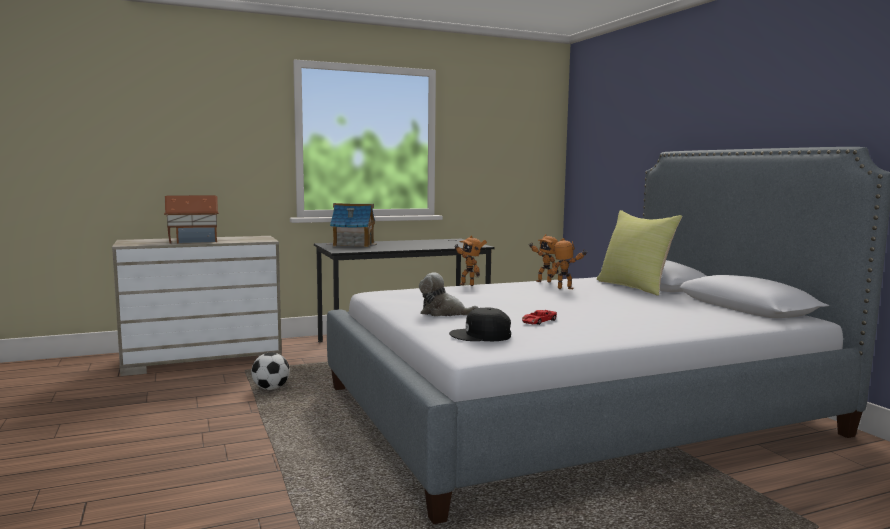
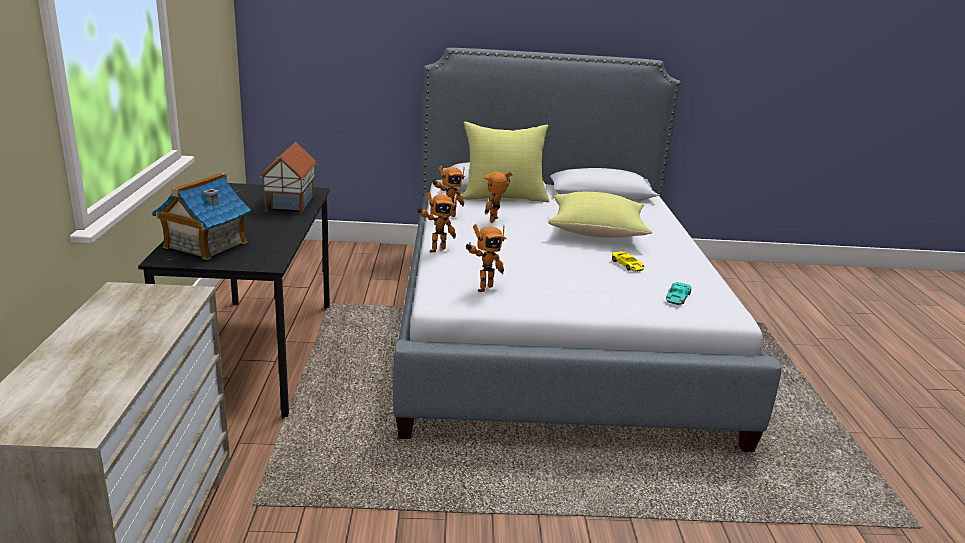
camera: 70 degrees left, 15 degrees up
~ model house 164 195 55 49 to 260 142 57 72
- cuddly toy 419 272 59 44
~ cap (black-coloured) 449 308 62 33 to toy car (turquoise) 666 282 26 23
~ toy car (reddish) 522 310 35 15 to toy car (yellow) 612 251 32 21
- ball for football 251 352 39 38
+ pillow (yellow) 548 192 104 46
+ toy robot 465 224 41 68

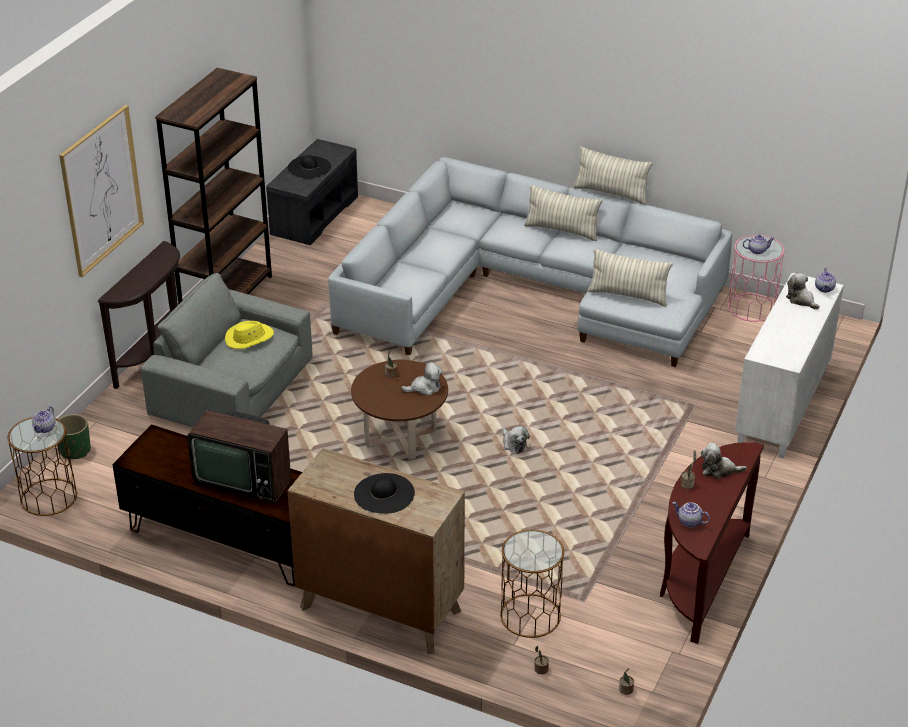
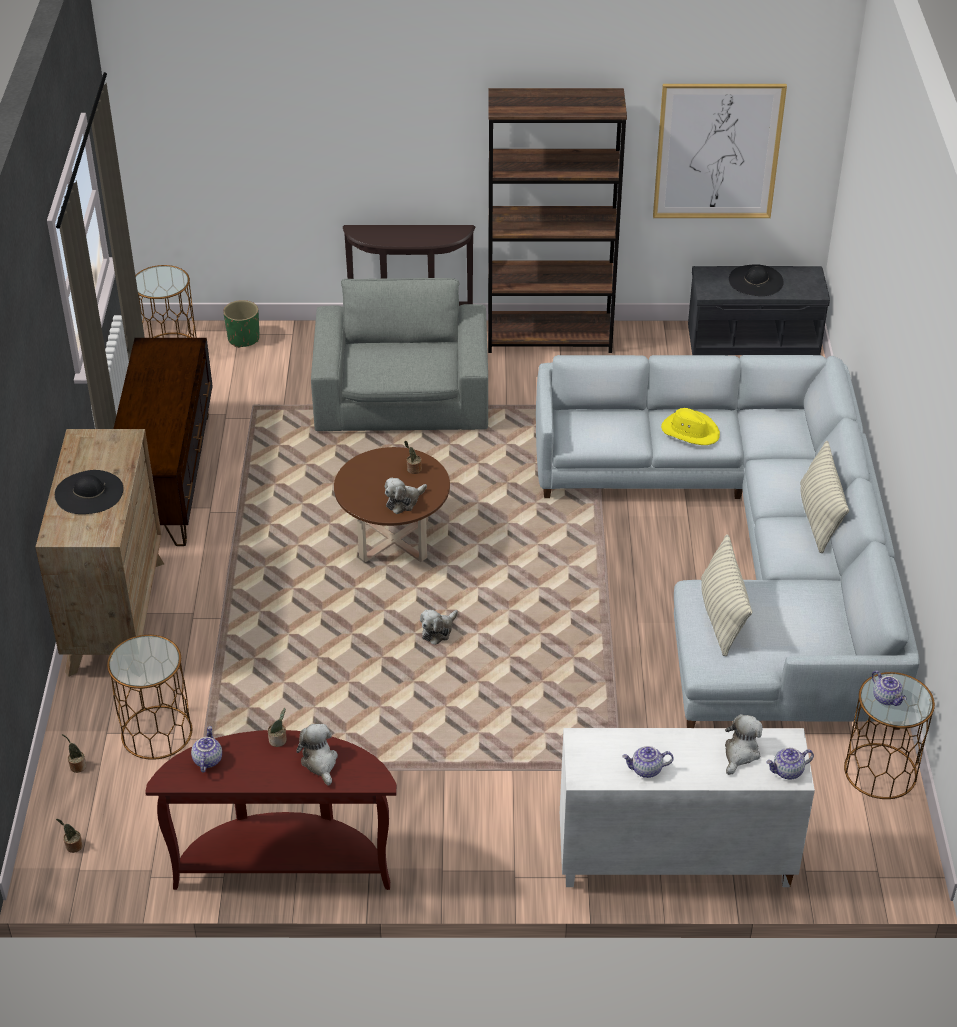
camera: 65 degrees right, 5 degrees up
~ picture 59 105 85 172 to 653 84 134 134
- pillow 573 147 80 58
~ accent table (pink) 728 235 57 87 to accent table (brown) 844 672 91 127
~ wearable hat (yellow) 225 321 49 28 to 661 408 59 37
~ cuddly toy 401 362 42 34 = 385 478 42 36 90 degrees clockwise
~ pot for tea 32 406 23 27 to 622 746 52 32
- TV 187 410 104 93

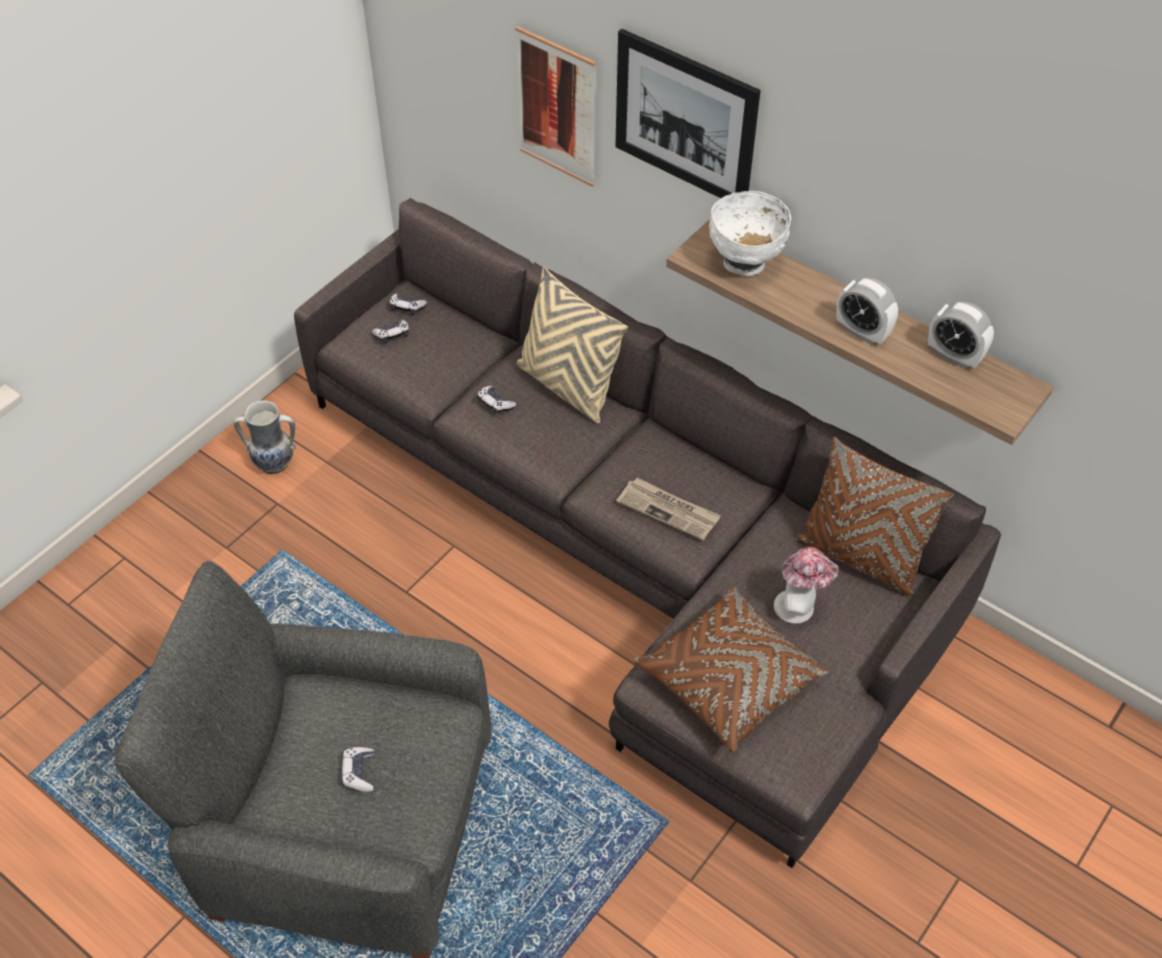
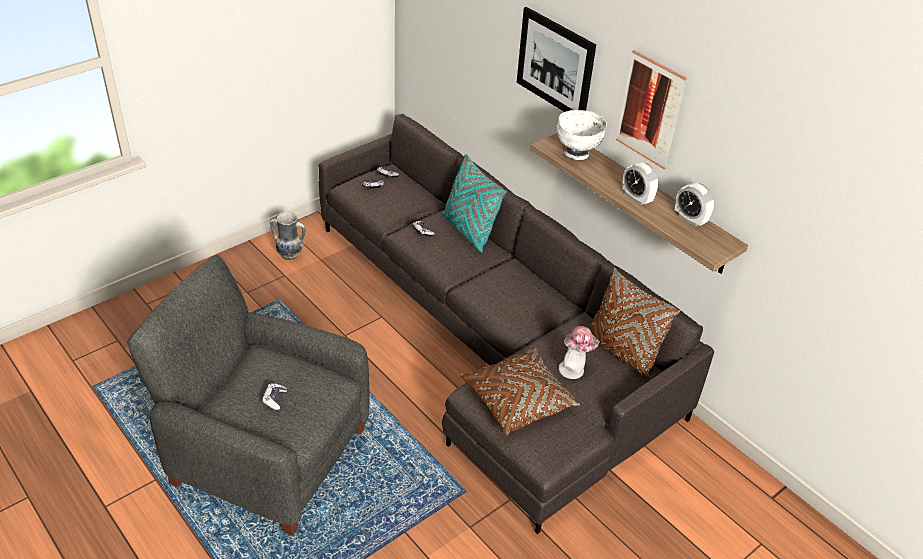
camera: 10 degrees right, 10 degrees down
~ picture 515 26 81 161 to 616 50 71 120
~ pillow (beige-coloured) 516 267 112 156 to pillow (turquoise) 442 154 65 99
- printed paper 616 478 105 63

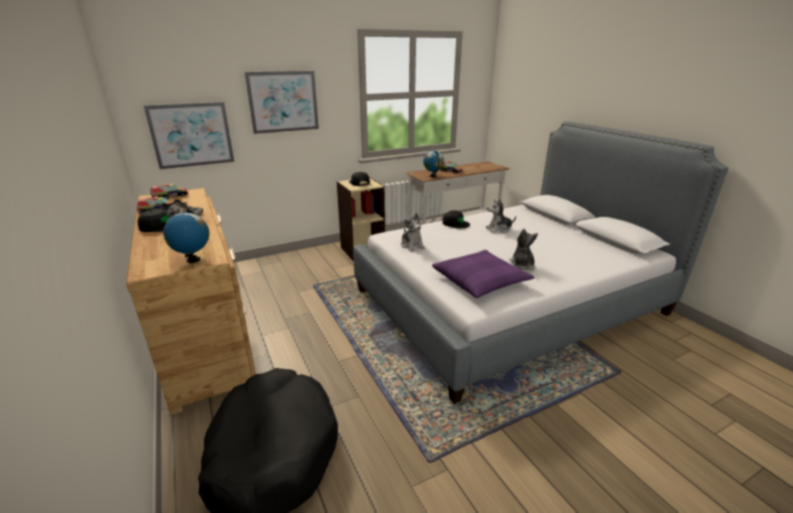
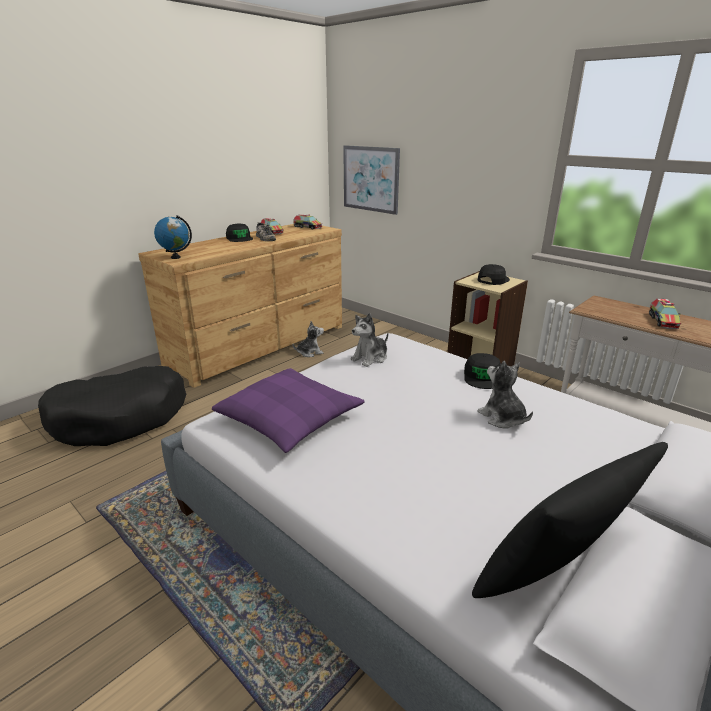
camera: 70 degrees right, 0 degrees up
- picture 245 71 74 63
- world globe 423 150 21 27
~ cuddly toy 510 229 28 41 to 292 321 32 36
+ pillow (black-coloured) 472 442 196 156

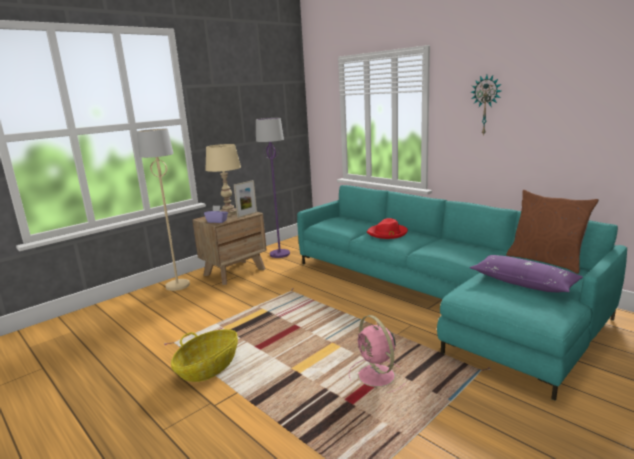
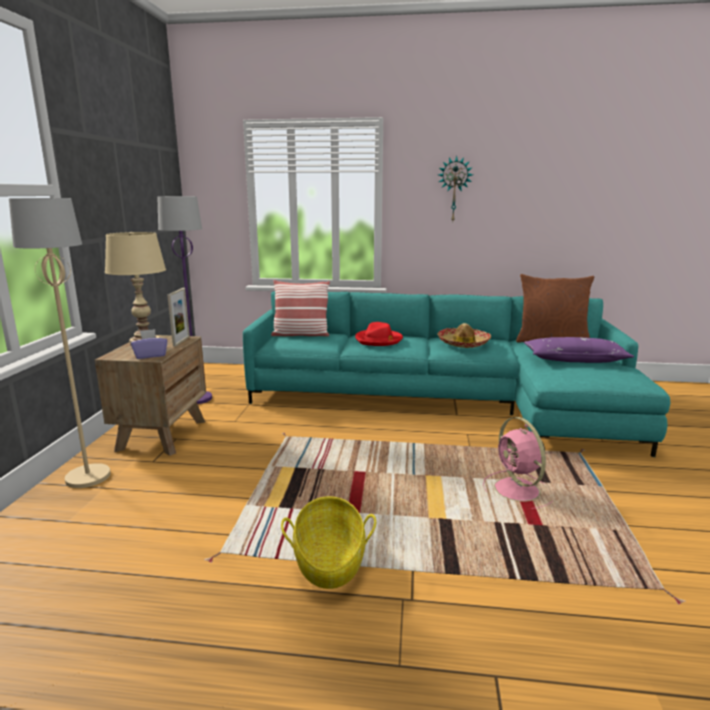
camera: 40 degrees left, 0 degrees up
~ electric fan (pink) 349 315 54 78 = 483 417 70 92 45 degrees clockwise
+ pillow 271 280 59 56
+ wearable hat 437 323 54 25

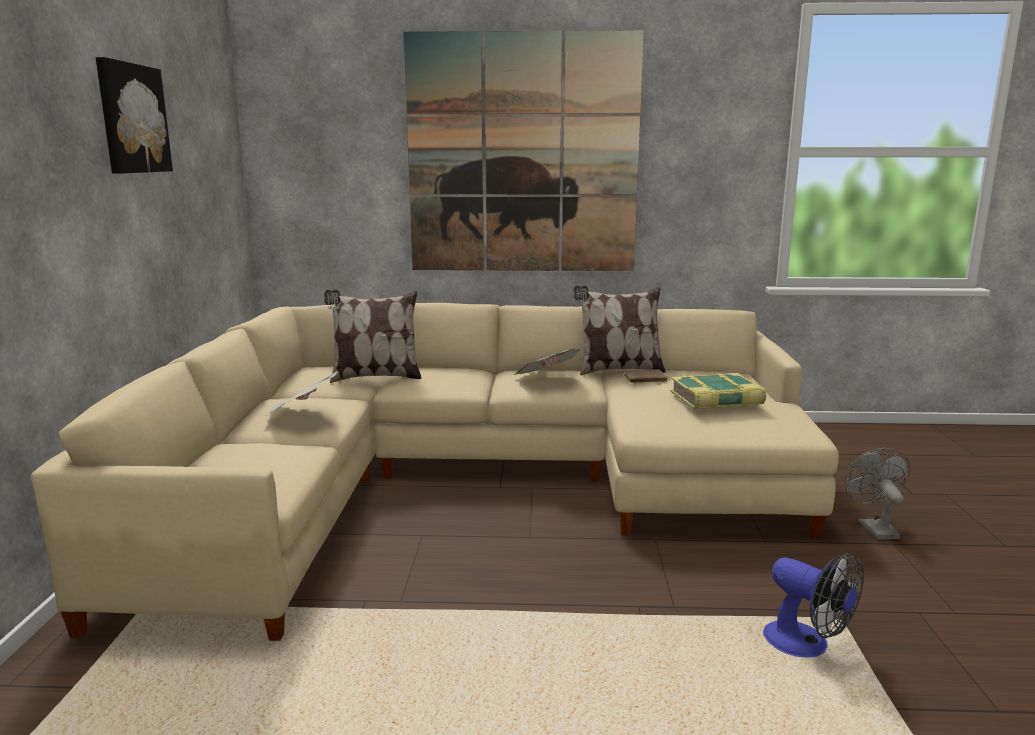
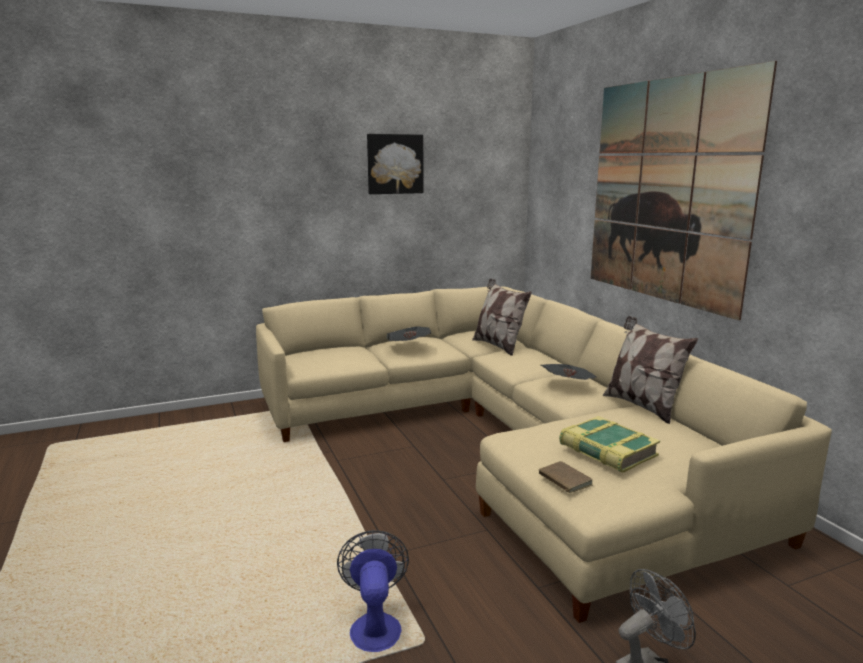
camera: 65 degrees right, 0 degrees up
~ bound book (brown) 624 369 46 14 to 539 461 54 32
~ electric fan 763 553 101 105 = 337 530 72 122 150 degrees clockwise

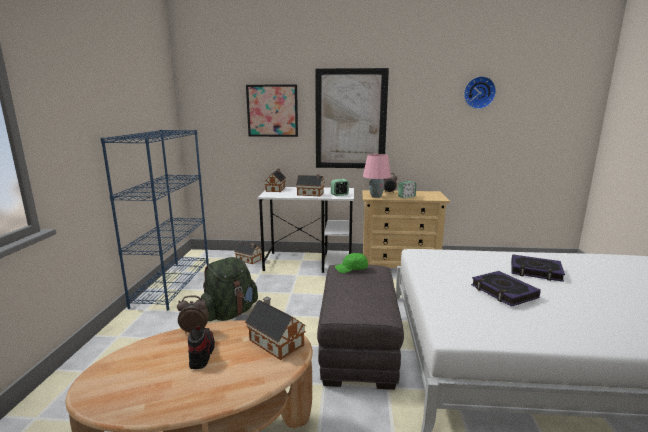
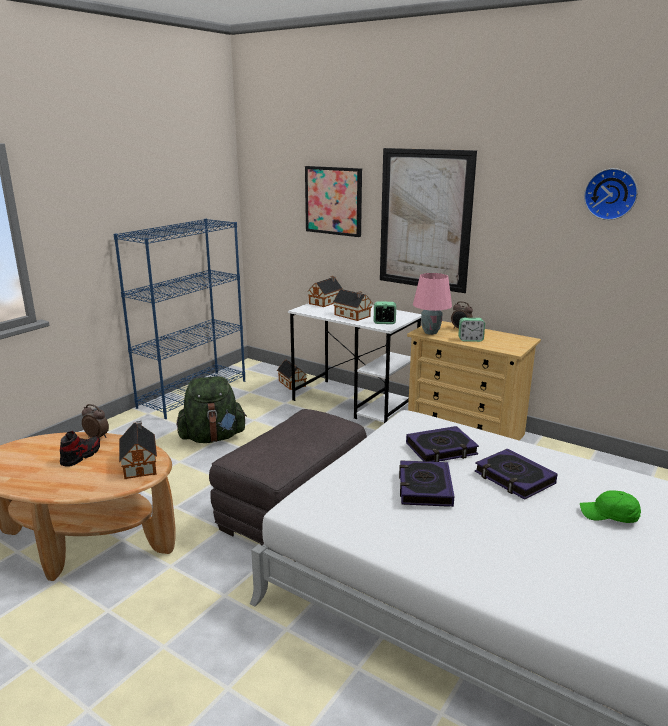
camera: 30 degrees right, 5 degrees up
~ cap (green) 334 253 34 20 to 580 490 61 33
+ bound book 406 426 73 36

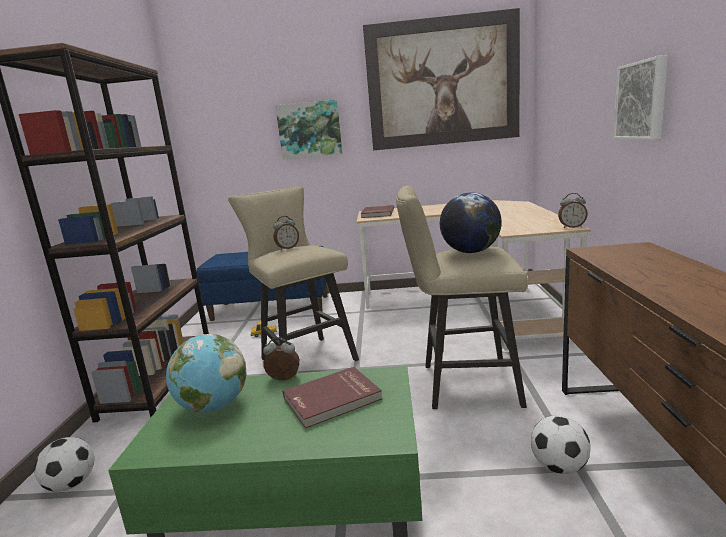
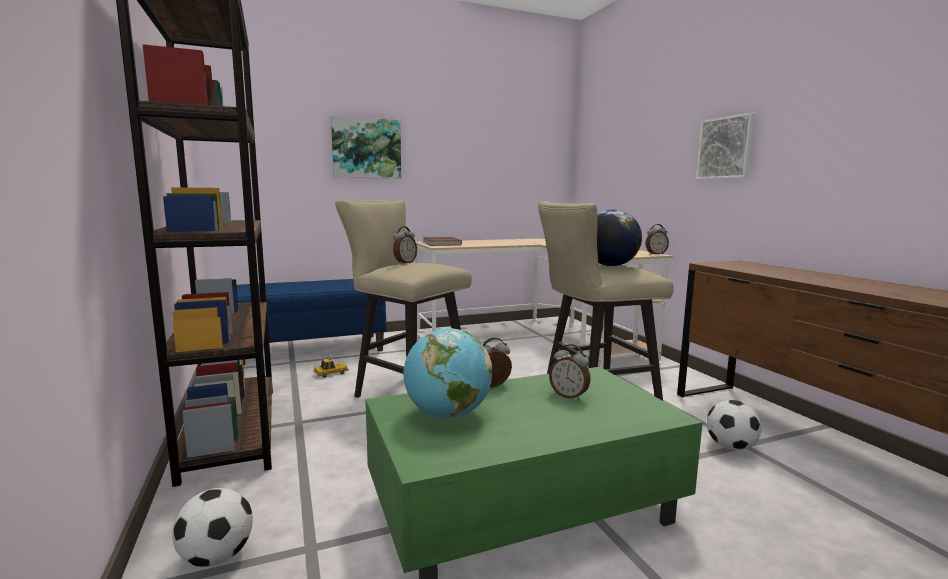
camera: 25 degrees left, 5 degrees down
- picture 363 8 157 142
~ bound book (reddish) 283 367 100 62 to table clock 549 344 42 56

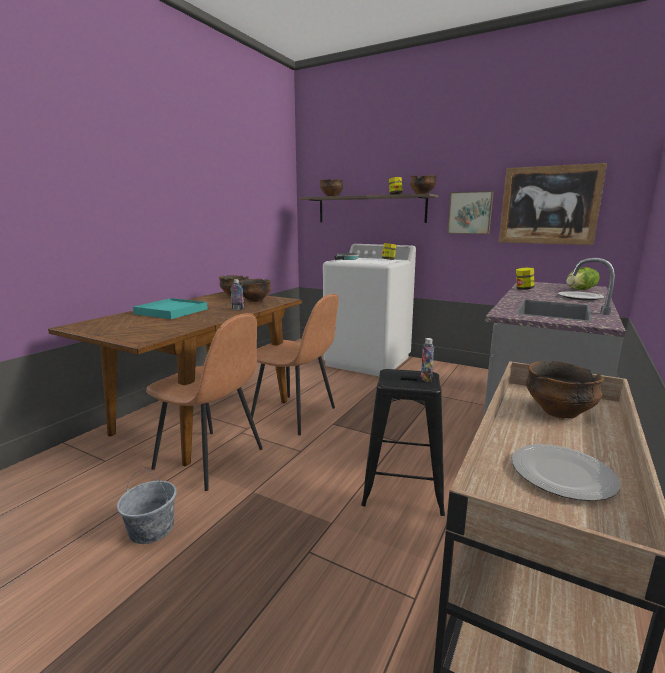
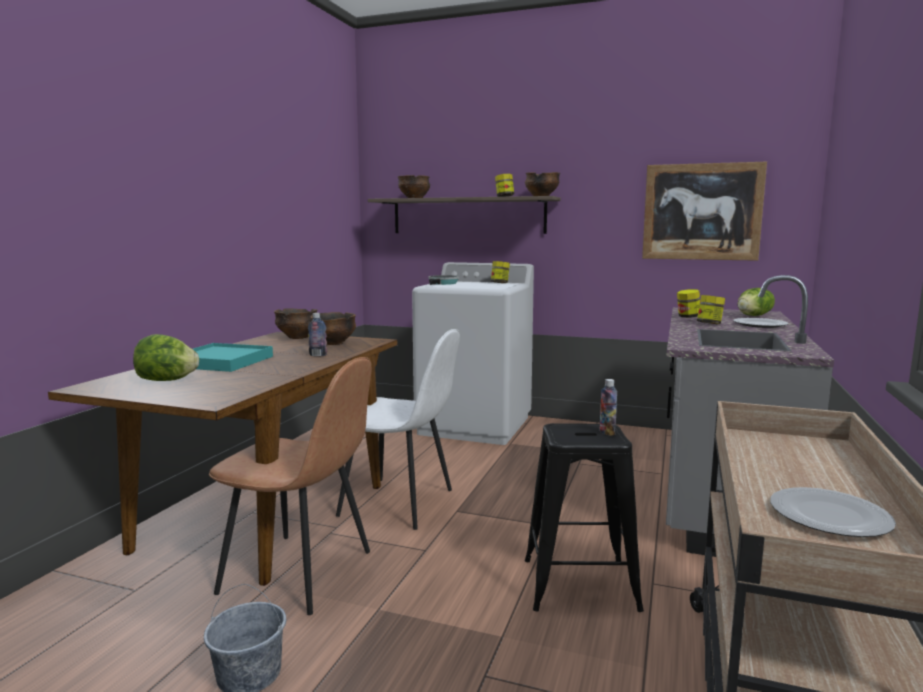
camera: 10 degrees left, 5 degrees down
- picture 447 191 47 43
~ plain chair (brown) 251 294 88 141 to plain chair (whitish) 336 329 124 201
- bowl 526 361 78 58
+ preserve jar 697 295 28 29
+ lettuce head 133 334 66 47

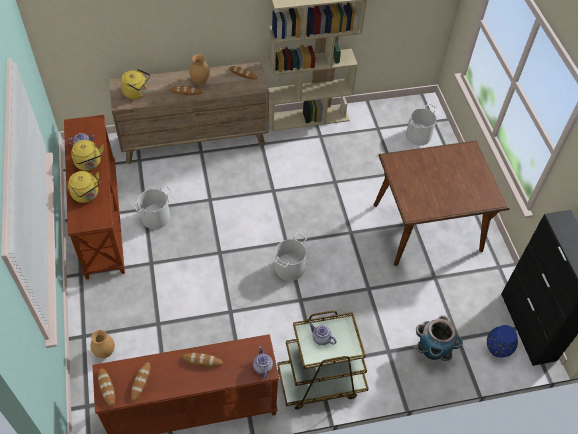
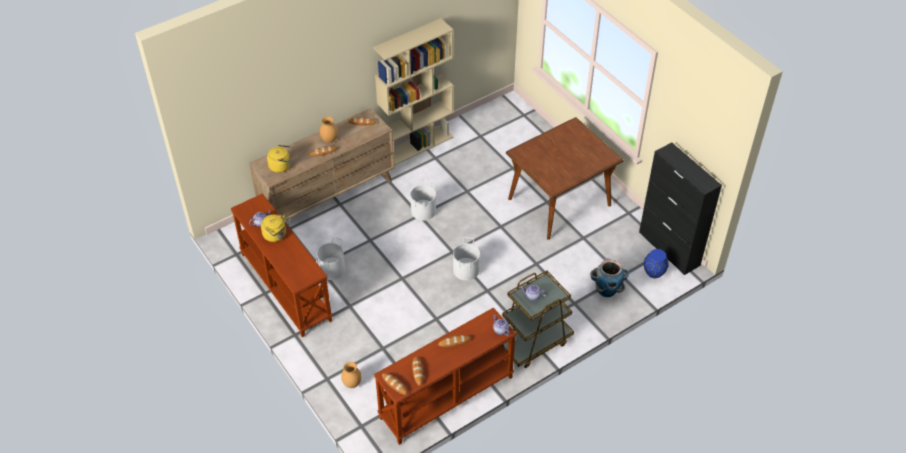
camera: 20 degrees left, 5 degrees down
~ water bucket (whitish) 406 103 31 42 to 410 179 26 42
- tea kettle (yellow) 68 171 33 32

